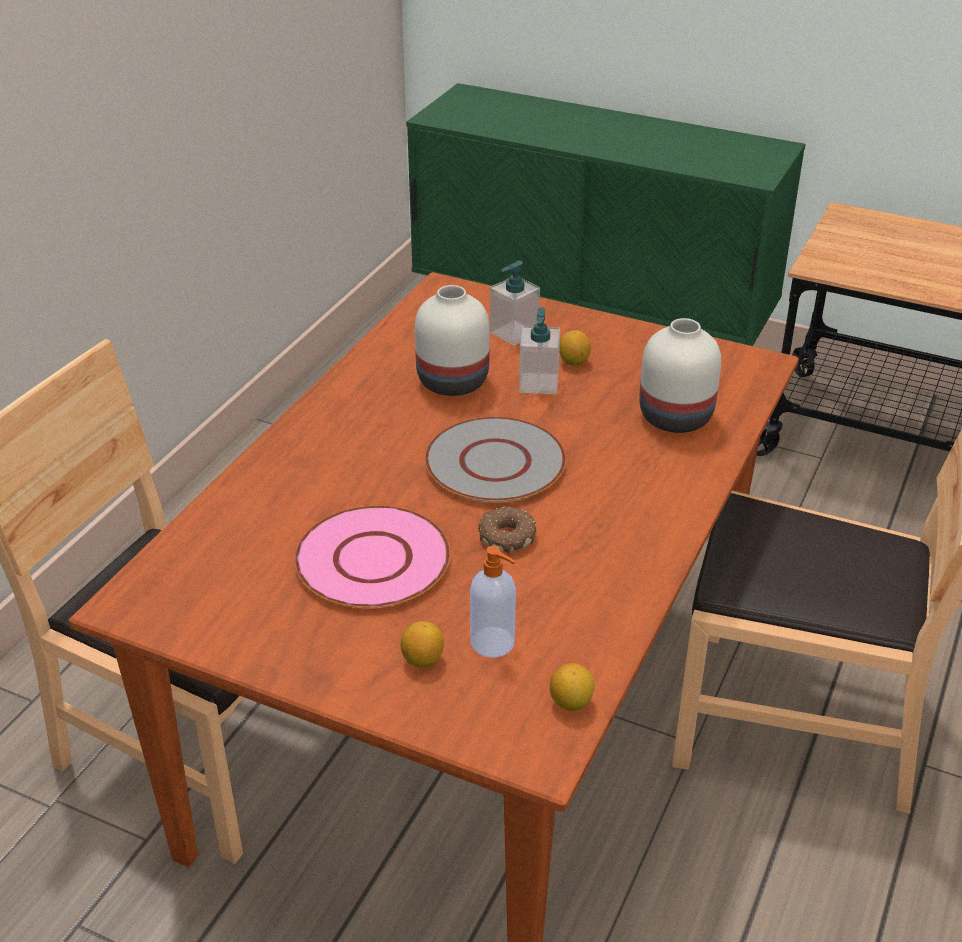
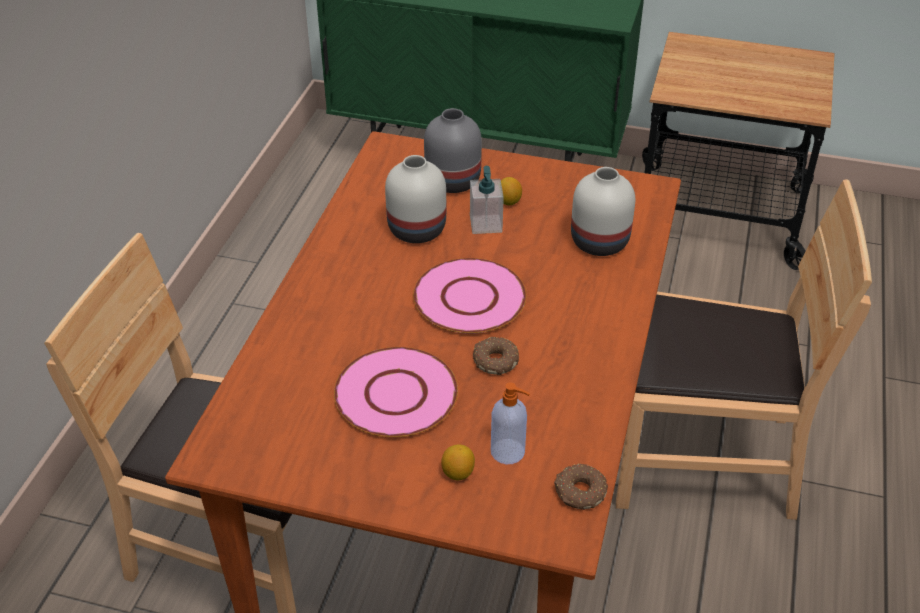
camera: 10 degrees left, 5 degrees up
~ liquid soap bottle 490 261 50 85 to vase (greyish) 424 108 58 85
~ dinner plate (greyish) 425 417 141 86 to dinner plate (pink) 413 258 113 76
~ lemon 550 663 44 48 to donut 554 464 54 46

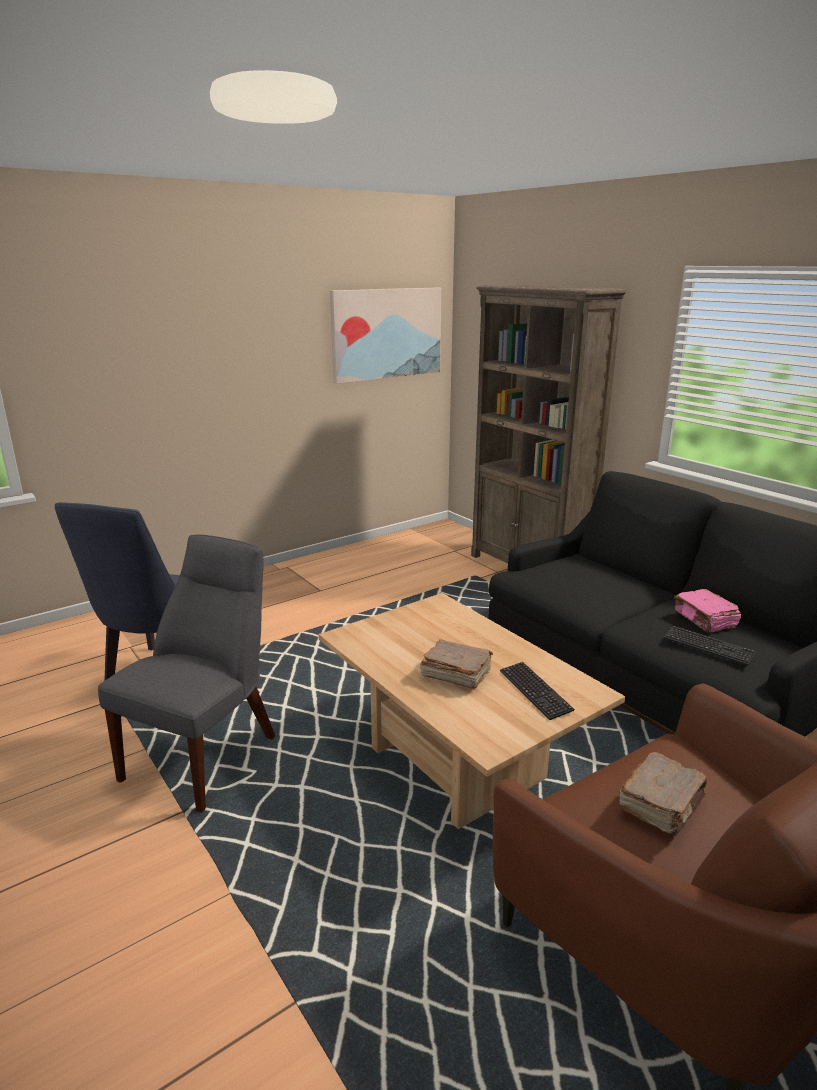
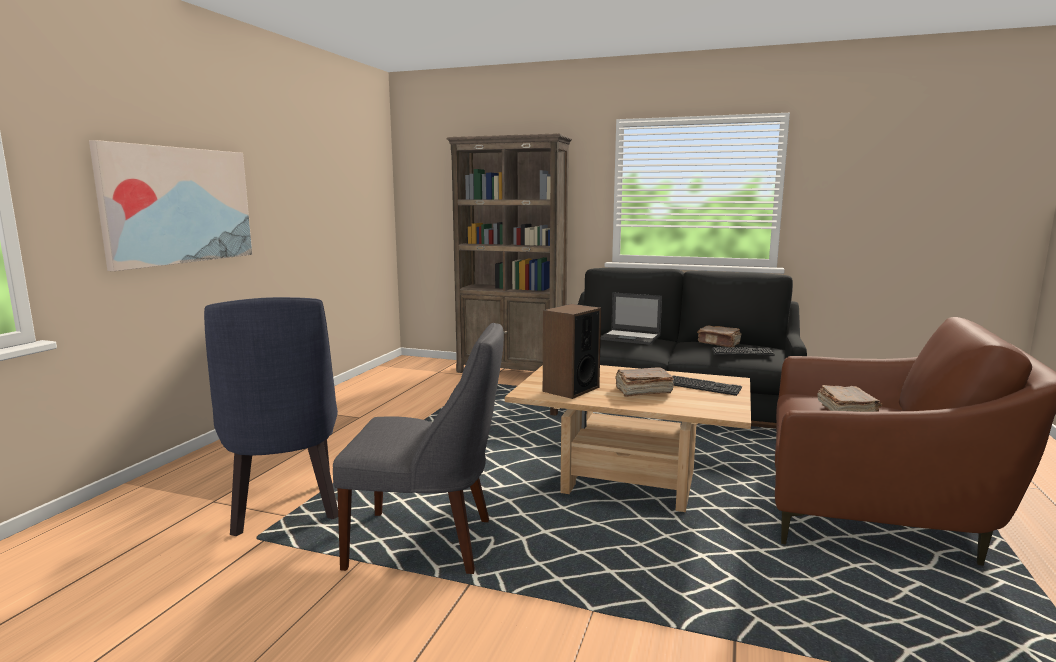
camera: 35 degrees left, 10 degrees down
~ picture 330 287 111 97 to 89 140 163 131
~ plain chair (greyish) 98 534 177 279 = 333 322 171 252 105 degrees clockwise
~ bound book (pink) 674 589 67 44 to bound book (brown) 697 326 45 22
+ portable computer 601 292 61 53
+ speaker 543 304 58 95

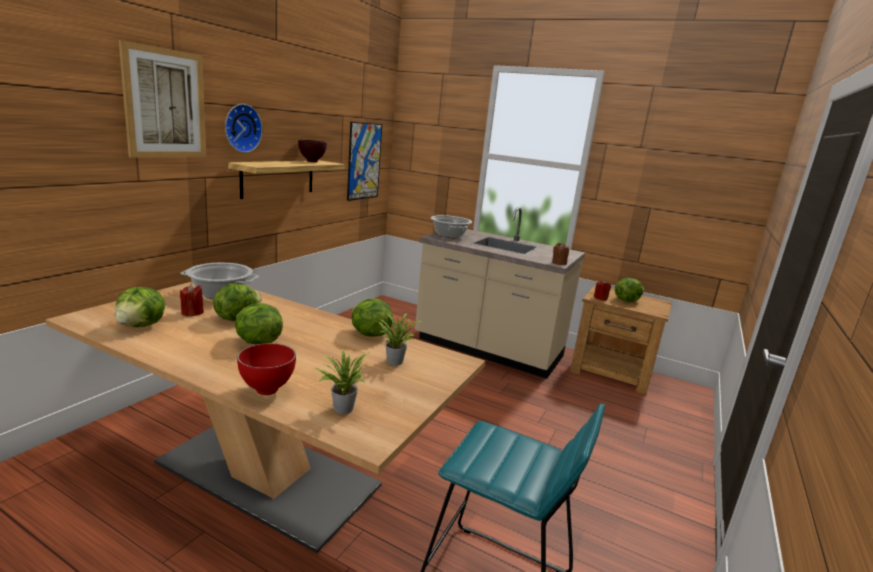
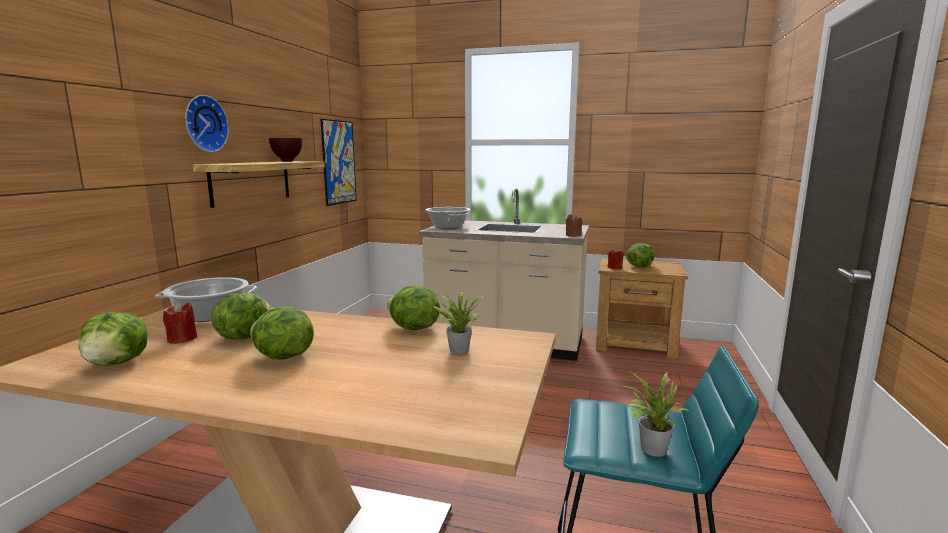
camera: 10 degrees left, 5 degrees down
- picture 119 40 87 118
- bowl (reddish) 237 343 59 52
~ houseplant 316 348 54 66 to 623 372 67 85

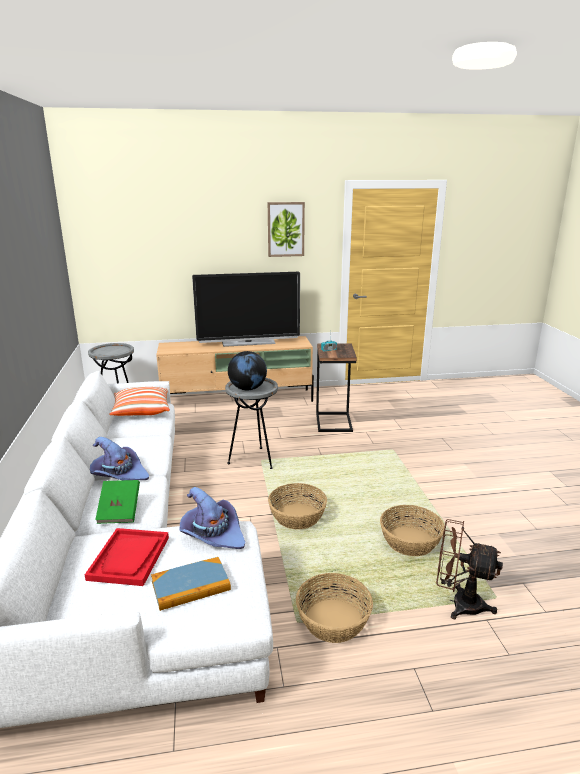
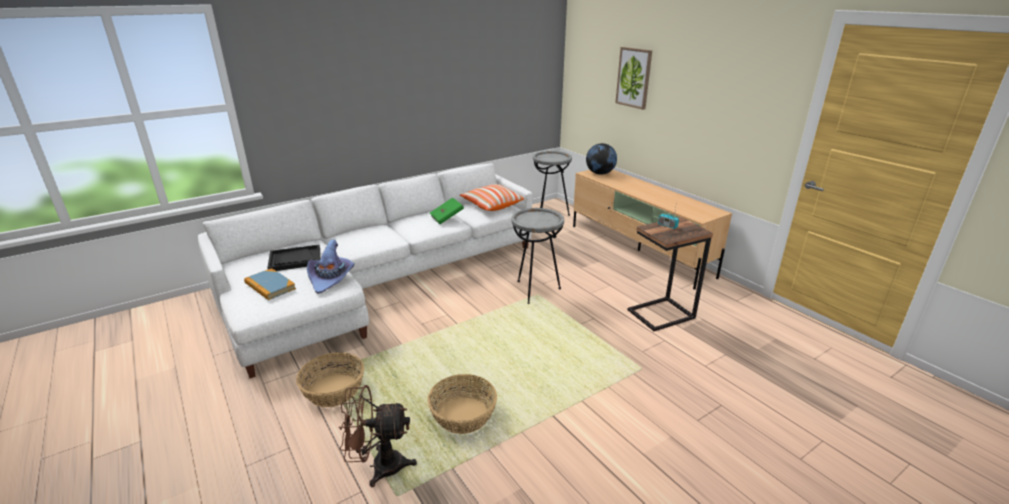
camera: 65 degrees right, 5 degrees up
~ picture 268 202 37 55 to 615 47 37 63
- TV 192 272 108 75
~ world globe 228 351 39 39 to 586 143 31 32
- wearable hat (purple) 90 437 59 43
~ bound book (green) 95 480 45 44 to 430 198 34 26
- basket 268 483 59 47
~ electric fan (brown) 436 519 67 100 = 339 385 78 102 90 degrees counterclockwise
~ carrying tray (reddish) 85 528 84 58 to carrying tray (black-coloured) 267 245 53 26

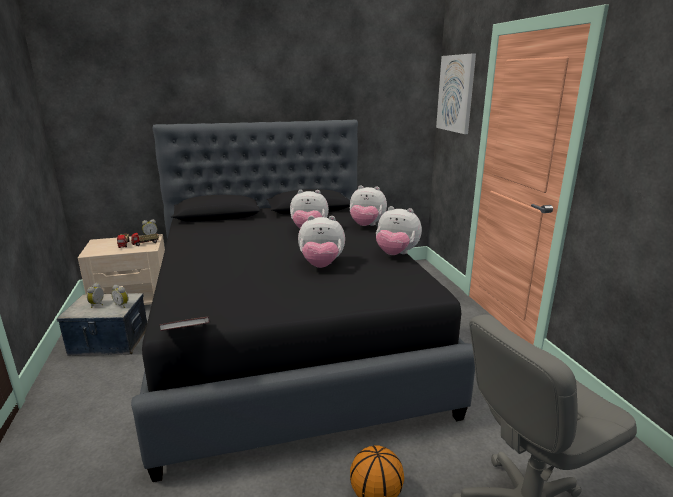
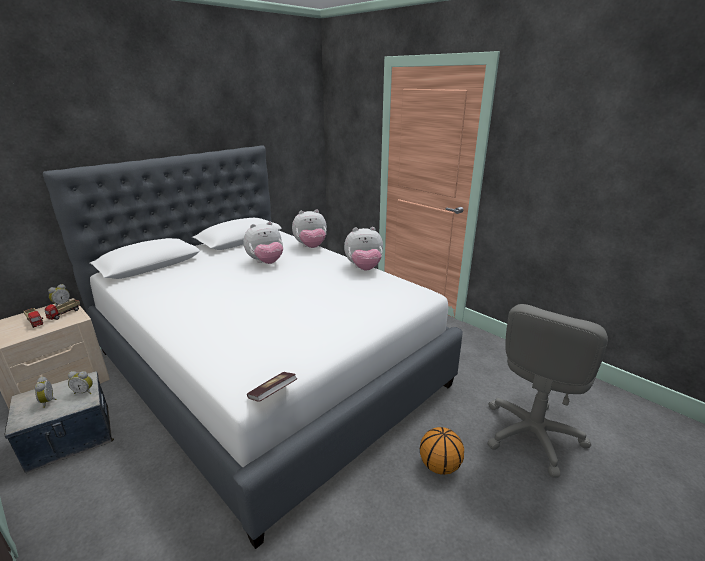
camera: 30 degrees left, 5 degrees up
- picture 436 53 40 81
~ bedroom bed (black-coloured) 131 120 344 362 to bedroom bed (whitish) 43 145 420 404
- cuddly toy 298 216 47 52

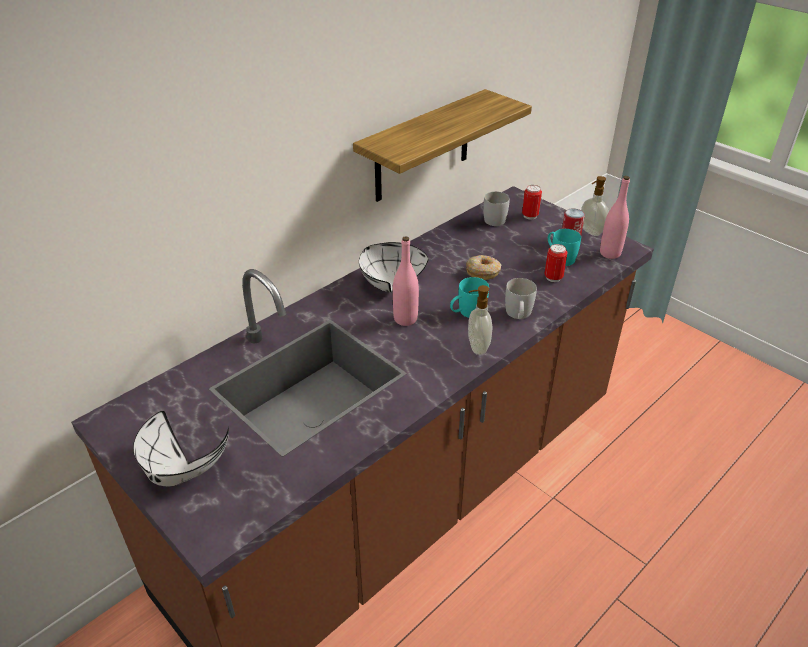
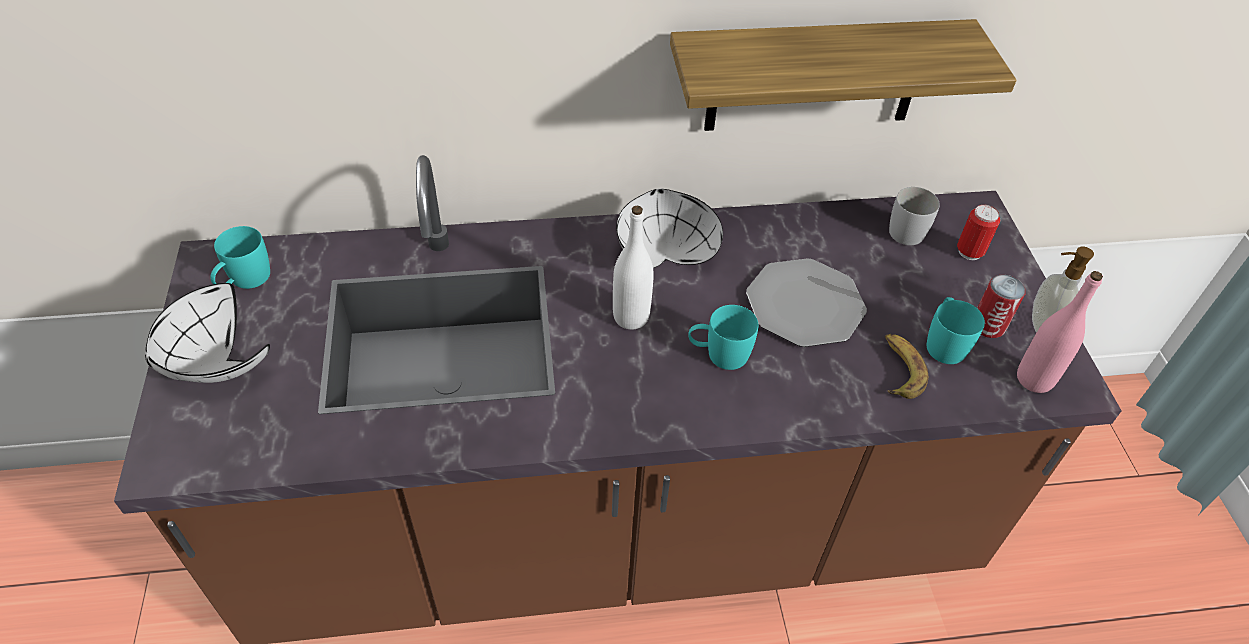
camera: 35 degrees right, 10 degrees up
~ drink bottle (pink) 393 236 26 90 to drink bottle (whitish) 613 206 41 124
~ can 545 244 22 38 to banana 885 334 43 65
~ donut 466 255 35 25 to dinner plate 746 258 121 89
- mug (whitish) 505 278 32 41
- liquid soap bottle 468 285 25 70
+ mug (turquoise) 210 226 60 63

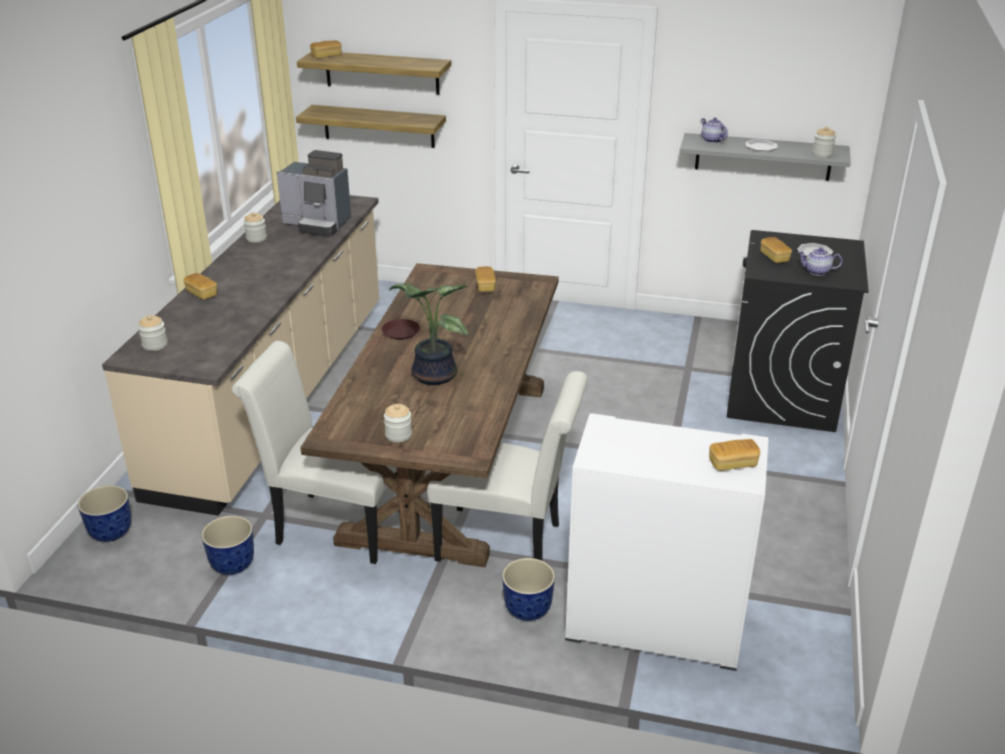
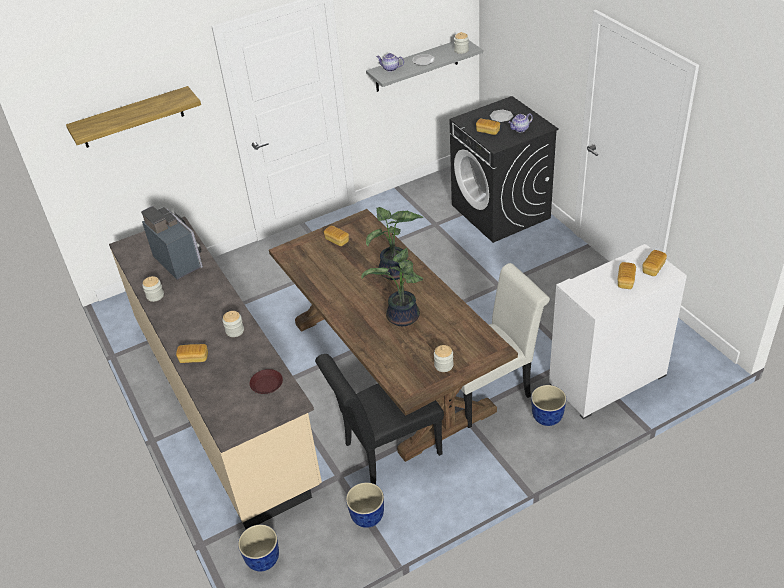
camera: 40 degrees left, 10 degrees up
~ baked bread 310 40 31 19 to 618 262 18 27
- bracket shelf 296 105 150 43
~ coffee maker 277 150 74 87 = 141 206 62 74 105 degrees counterclockwise
~ preserve jar 138 315 29 36 to 222 311 22 26
~ dinner plate (brown) 382 319 38 21 to 250 369 33 25
~ plain chair (whitish) 232 341 165 223 to plain chair (black-coloured) 315 354 129 131
+ houseplant 366 207 57 73

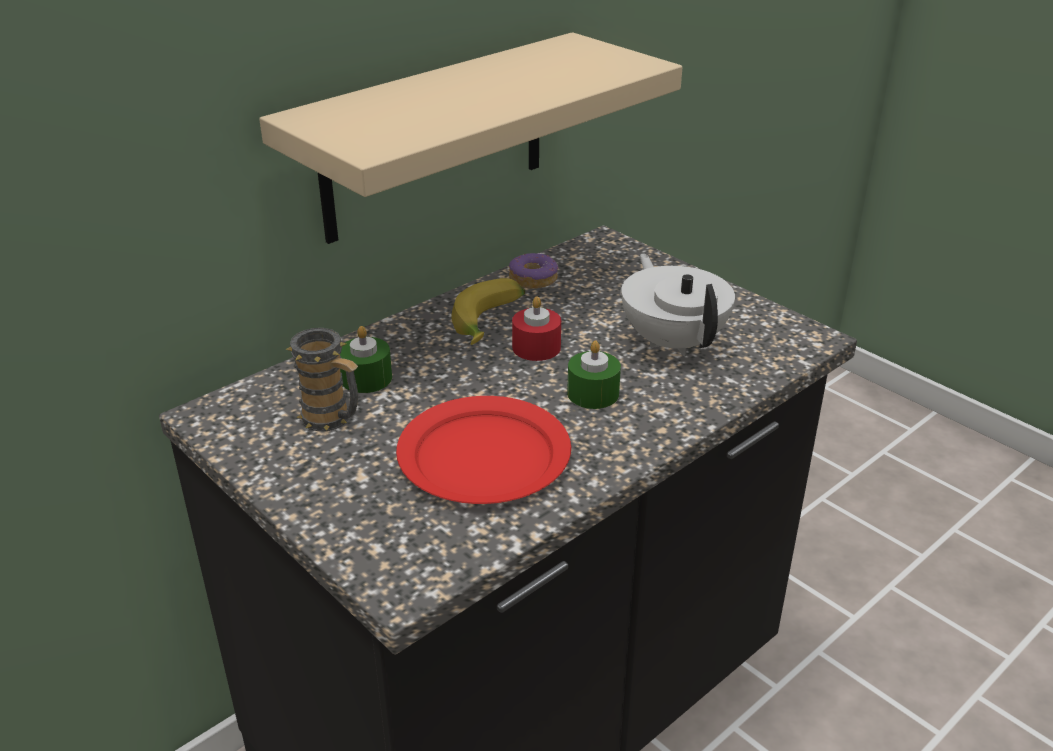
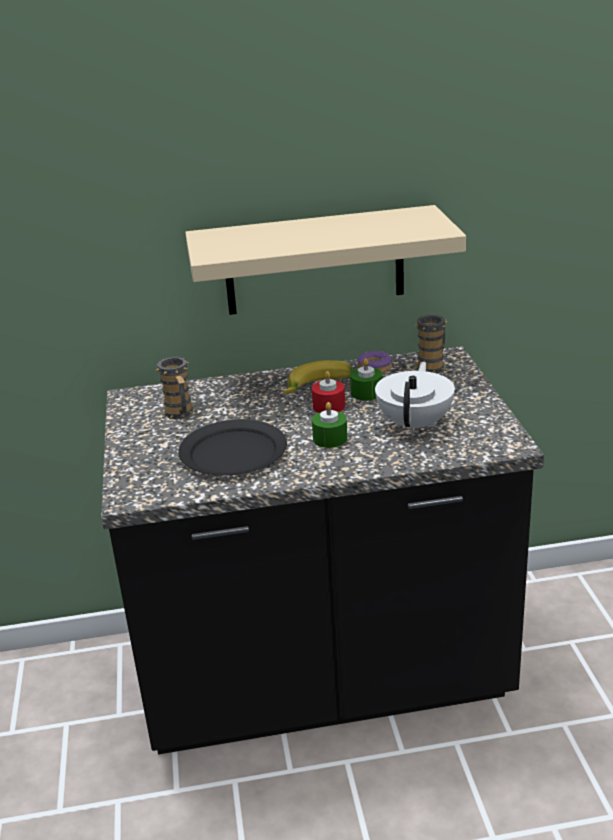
camera: 35 degrees right, 5 degrees down
~ wax light (green) 340 326 52 67 to 350 358 32 43
~ dinner plate (reddish) 396 396 175 108 to dinner plate (black-coloured) 178 419 109 57
+ mug 414 315 33 58

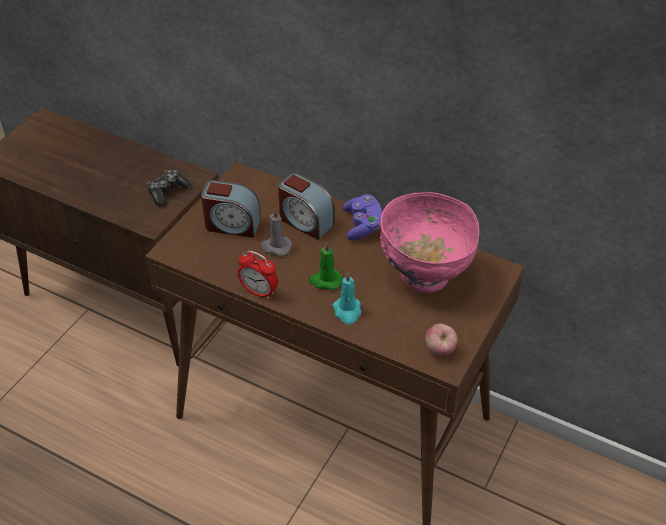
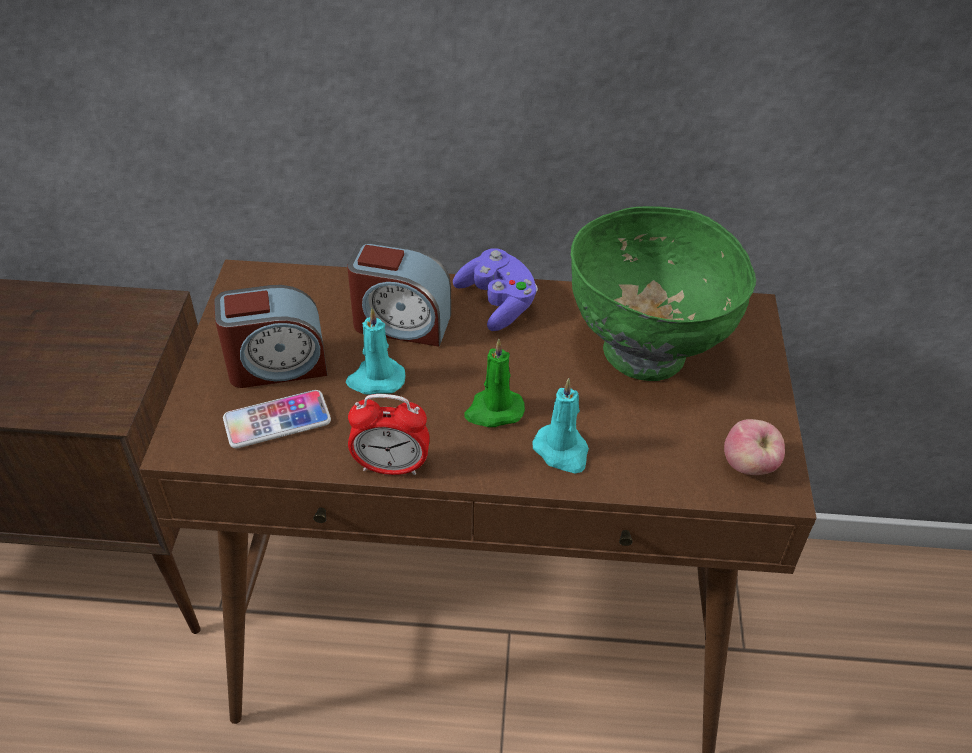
camera: 25 degrees left, 0 degrees up
- joypad 146 169 45 37
~ bowl (pink) 380 192 99 101 to bowl (green) 571 206 185 175
~ wax light (greyish) 260 209 32 47 to wax light (turquoise) 346 308 59 87
+ telephone 223 390 108 58

